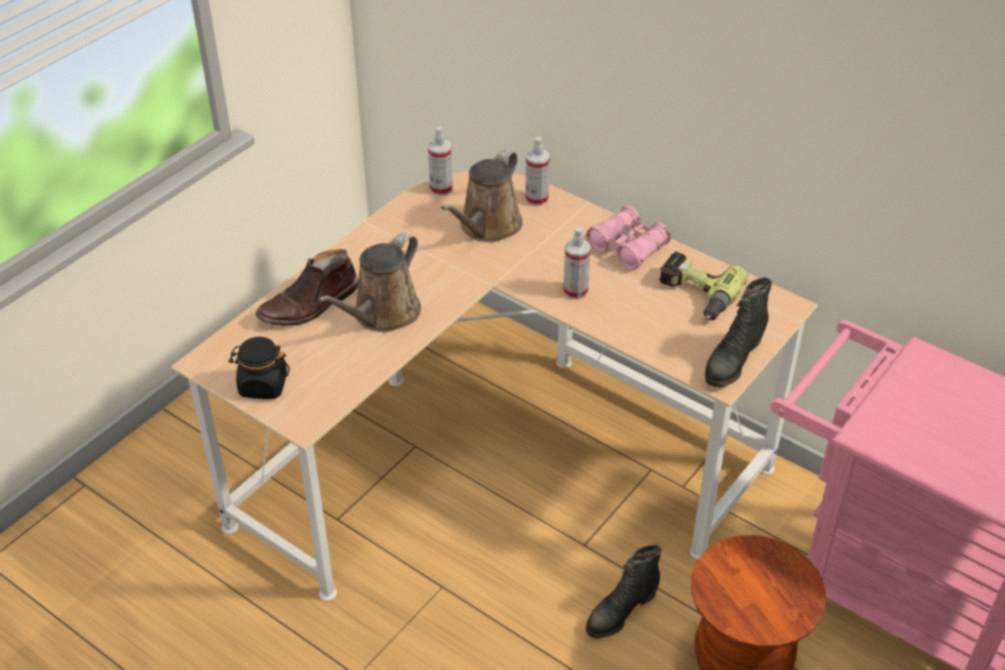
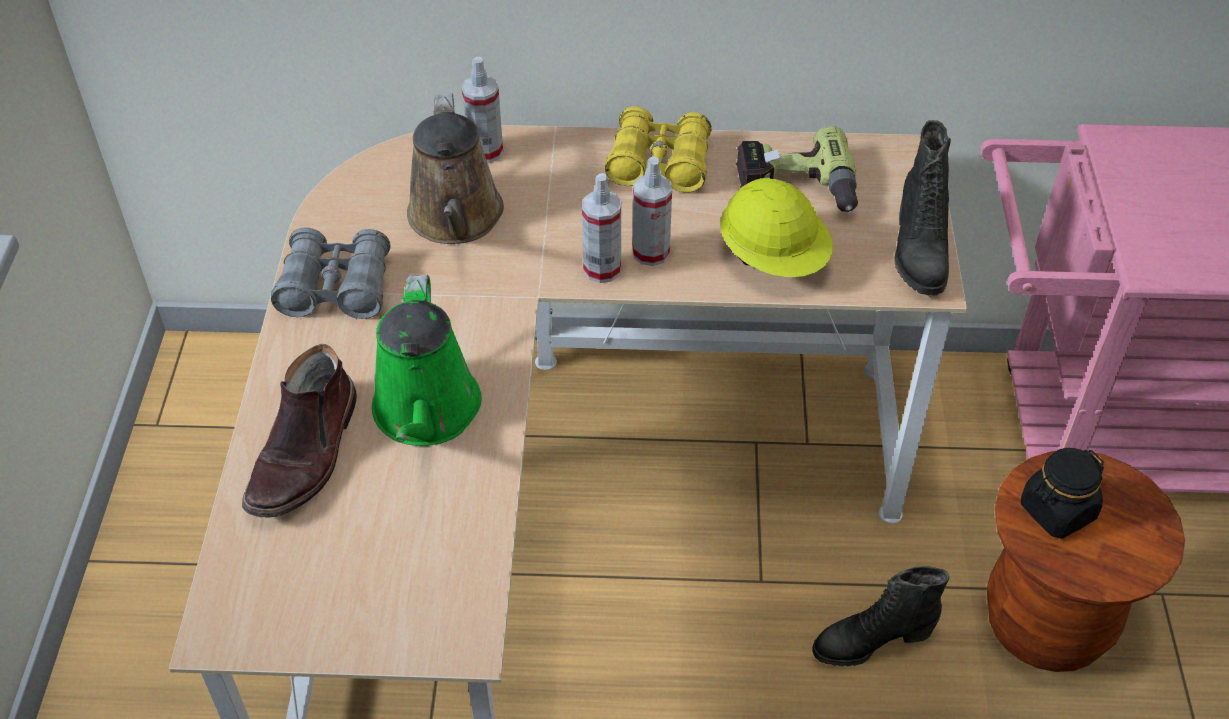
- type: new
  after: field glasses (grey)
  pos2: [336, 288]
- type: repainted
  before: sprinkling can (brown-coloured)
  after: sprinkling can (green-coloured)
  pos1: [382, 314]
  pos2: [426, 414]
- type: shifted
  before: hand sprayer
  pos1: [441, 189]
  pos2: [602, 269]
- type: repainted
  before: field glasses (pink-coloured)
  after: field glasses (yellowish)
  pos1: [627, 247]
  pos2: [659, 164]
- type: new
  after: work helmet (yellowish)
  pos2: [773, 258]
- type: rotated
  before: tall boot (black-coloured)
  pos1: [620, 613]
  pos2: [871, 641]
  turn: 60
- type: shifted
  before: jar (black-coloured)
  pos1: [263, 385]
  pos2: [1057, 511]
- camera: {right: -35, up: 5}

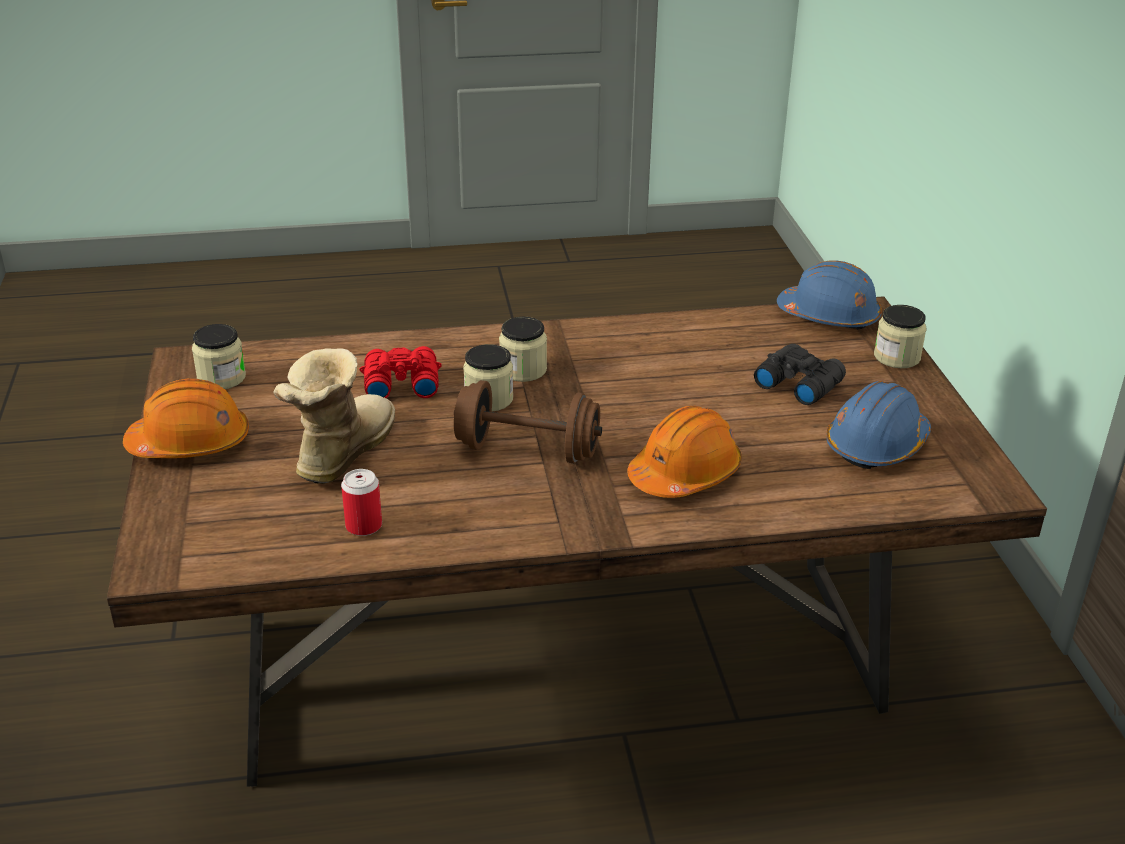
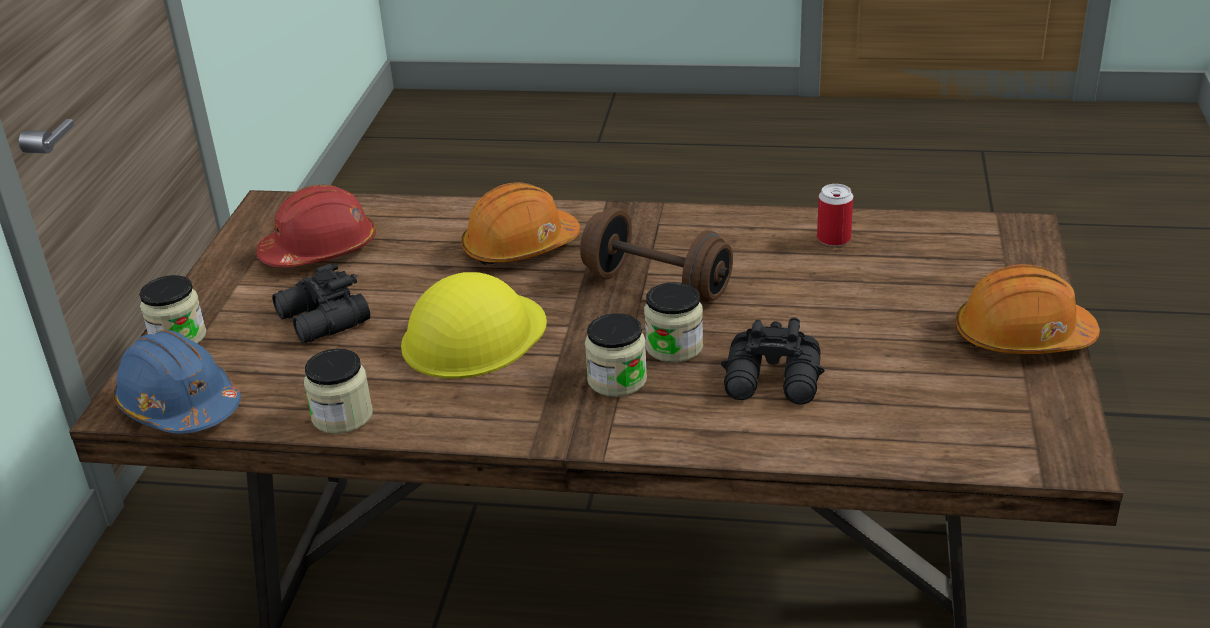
- type: repainted
  before: work helmet (blue)
  after: work helmet (red-coloured)
  pos1: [876, 445]
  pos2: [320, 250]
- type: shifted
  before: jar
  pos1: [221, 378]
  pos2: [342, 416]
- type: new
  after: work helmet (yellowish)
  pos2: [473, 335]
- type: repainted
  before: field glasses (red-coloured)
  after: field glasses (black-coloured)
  pos1: [400, 383]
  pos2: [774, 382]
- type: gone
  before: tall boot
  pos1: [339, 453]
- camera: {right: -160, up: 0}

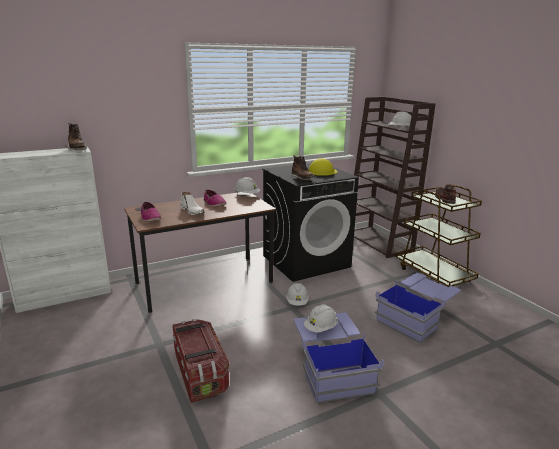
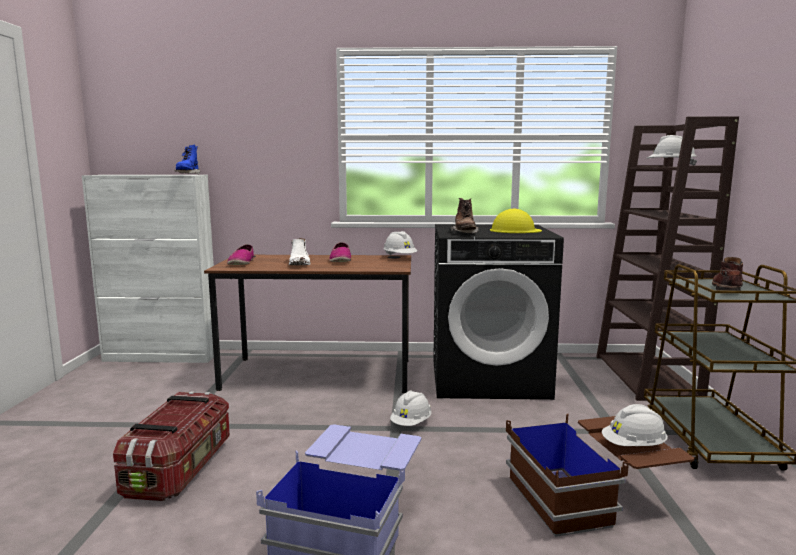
- type: repainted
  before: tall boot (brown-coloured)
  after: tall boot (blue)
  pos1: [77, 149]
  pos2: [188, 174]
- type: repainted
  before: storage box (blue)
  after: storage box (brown-coloured)
  pos1: [416, 318]
  pos2: [592, 498]
- type: shifted
  before: work helmet (whitish)
  pos1: [320, 328]
  pos2: [633, 447]
- camera: {right: 30, up: -10}

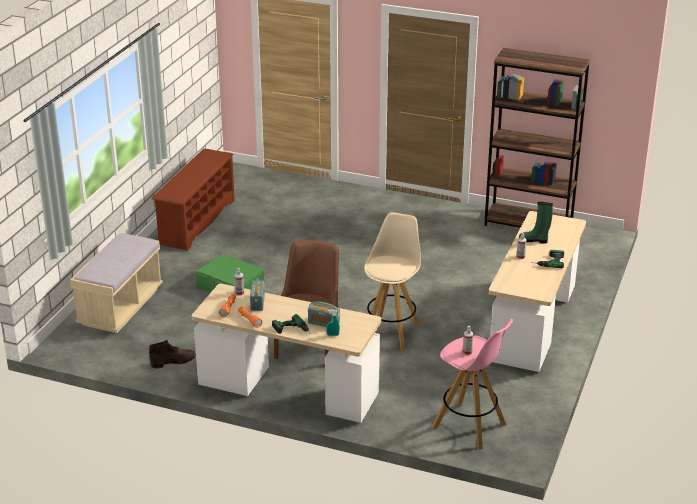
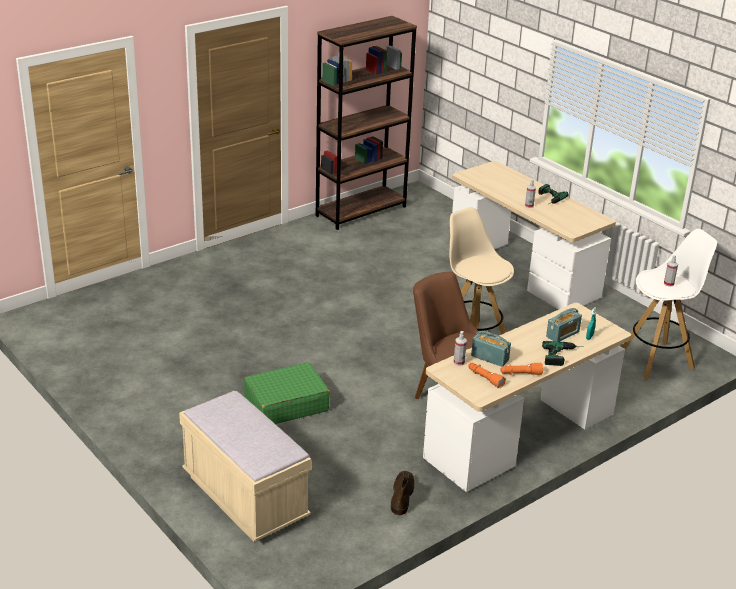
- type: repainted
  before: stool seat (pink-coloured)
  after: stool seat (whitish)
  pos1: [470, 426]
  pos2: [656, 360]
- type: gone
  before: shoe rack (brown-coloured)
  pos1: [196, 222]
- type: gone
  before: tall boot (green-coloured)
  pos1: [534, 240]
- camera: {right: -60, up: 0}

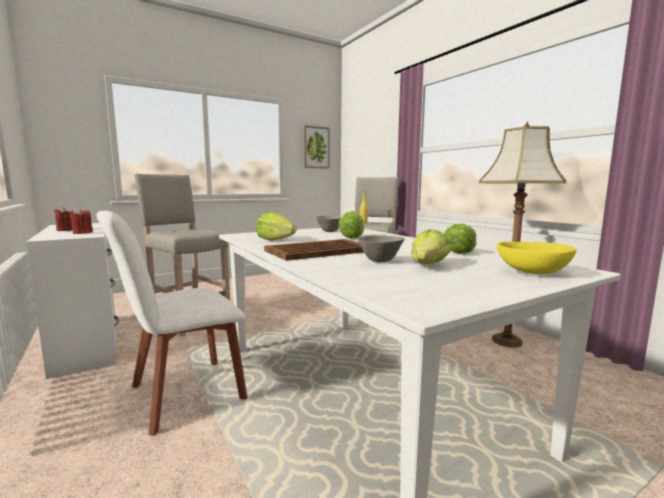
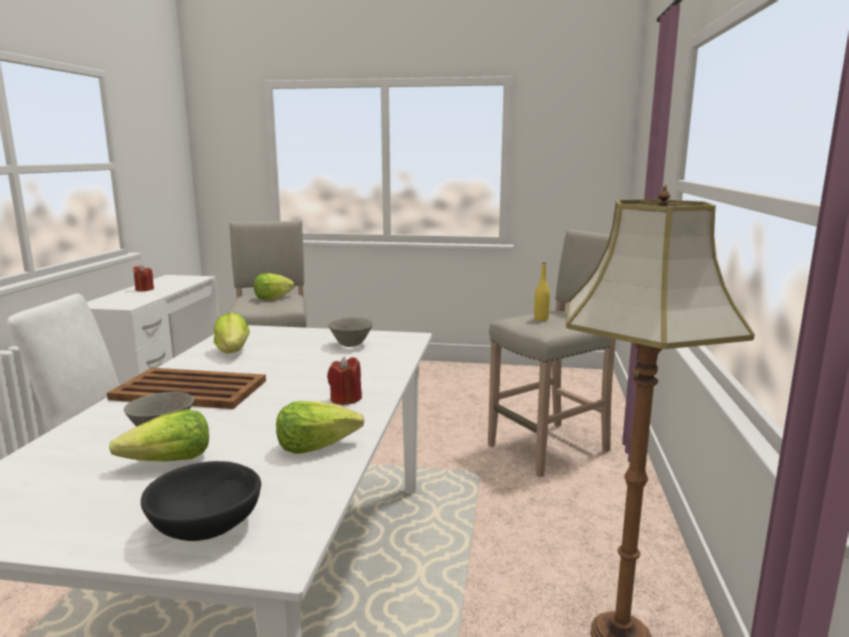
- type: repainted
  before: bowl (yellowish)
  after: bowl (black-coloured)
  pos1: [531, 272]
  pos2: [207, 526]
- type: shifted
  before: lettuce head
  pos1: [352, 237]
  pos2: [272, 298]
- type: shifted
  before: candle (red-coloured)
  pos1: [82, 233]
  pos2: [345, 399]
- type: gone
  before: wall picture
  pos1: [316, 147]
- camera: {right: 40, up: 5}

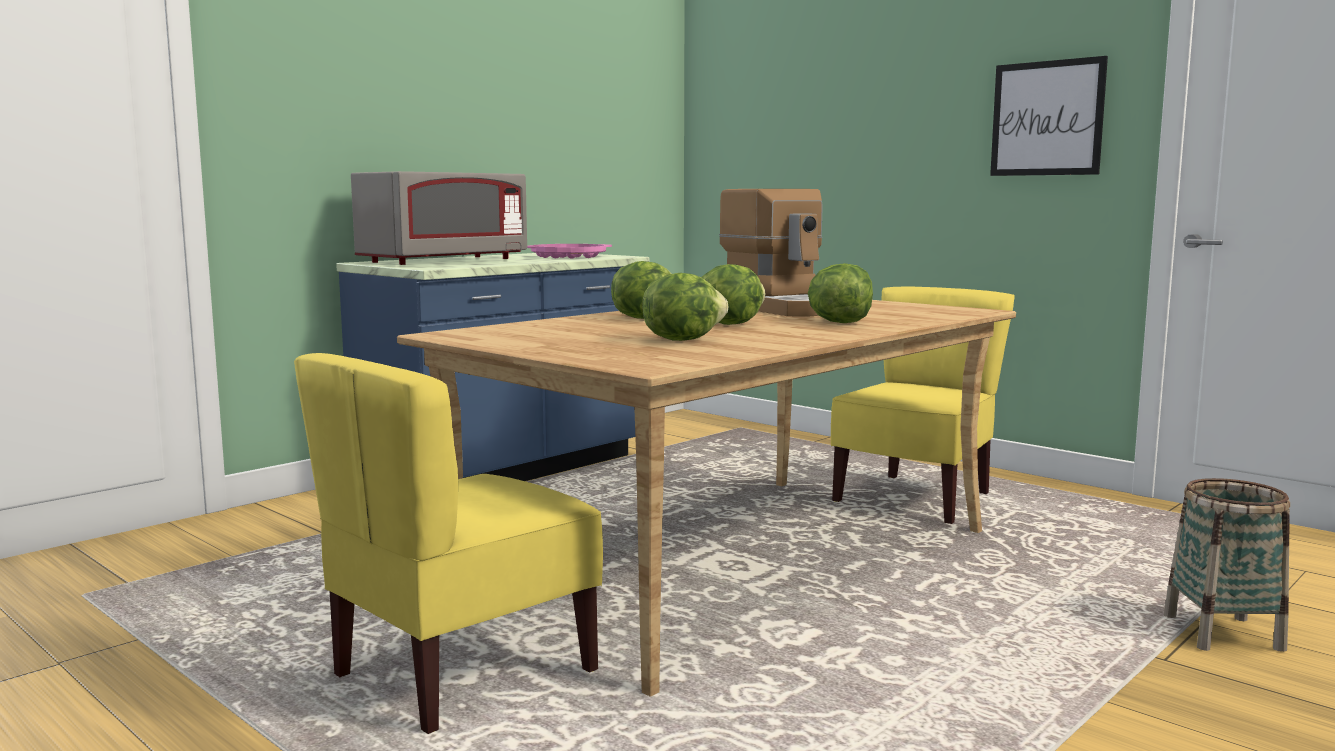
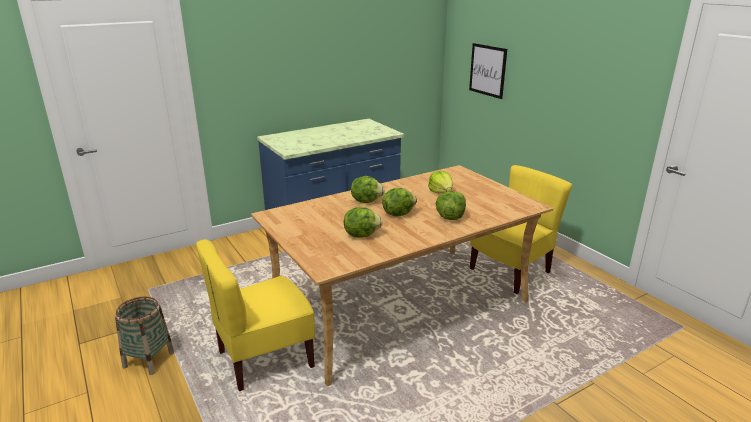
- type: shifted
  before: storage basket
  pos1: [1222, 633]
  pos2: [149, 359]
- type: swapped
  before: coffee machine
  after: lettuce head
  pos1: [785, 308]
  pos2: [441, 192]
- type: shifted
  before: wall picture
  pos1: [1047, 118]
  pos2: [487, 70]
- type: gone
  before: microwave (grey)
  pos1: [443, 261]
- type: gone
  before: tray (pink-coloured)
  pos1: [568, 257]
- camera: {right: 15, up: 15}

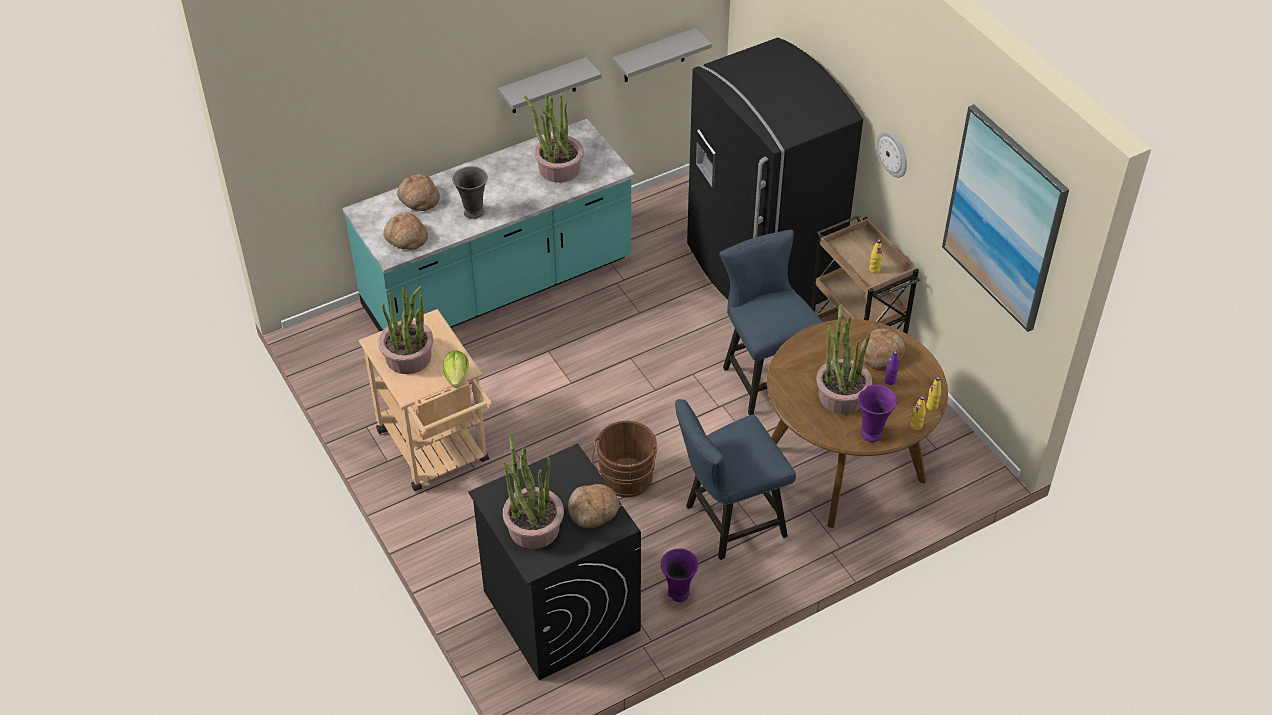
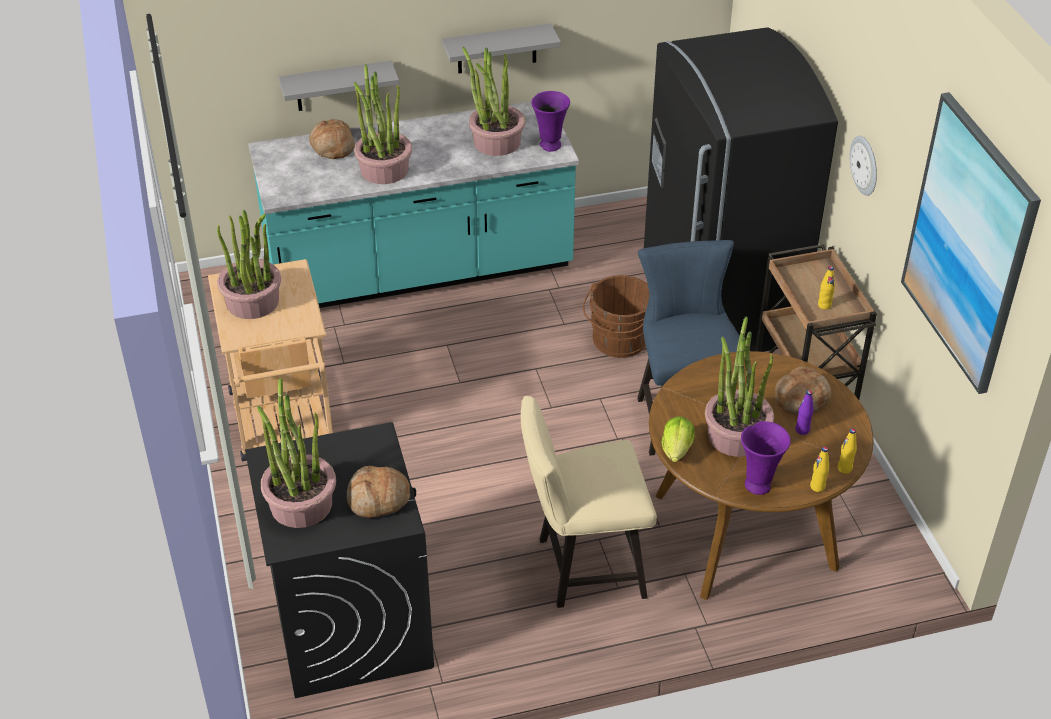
- type: shifted
  before: shelf (grey)
  pos1: [654, 56]
  pos2: [337, 86]
- type: swapped
  before: vase (grey)
  after: plant in a pot
  pos1: [473, 212]
  pos2: [384, 169]
- type: repainted
  before: plain chair (blue)
  after: plain chair (sand-coloured)
  pos1: [728, 522]
  pos2: [582, 568]
- type: shifted
  before: vase (purple-coloured)
  pos1: [678, 594]
  pos2: [550, 146]
- type: shifted
  before: pail (brown-coloured)
  pos1: [625, 481]
  pos2: [618, 342]
- type: shifted
  before: lettuce head
  pos1: [457, 376]
  pos2: [677, 449]
- type: gone
  before: baked bread
  pos1: [406, 238]
- camera: {right: 15, up: -5}

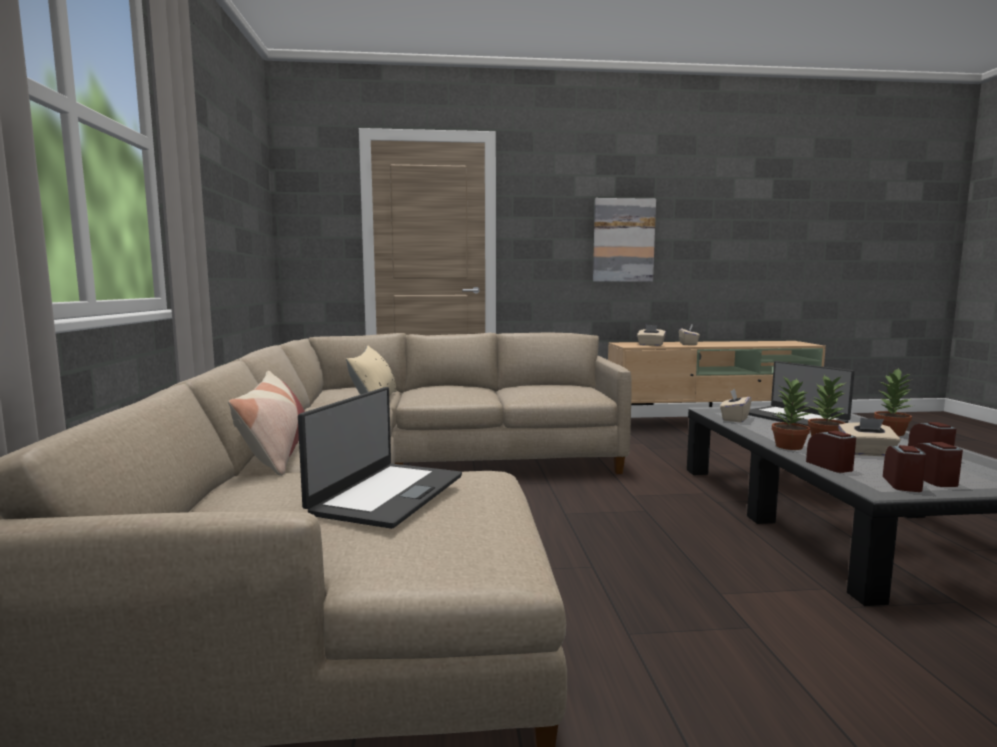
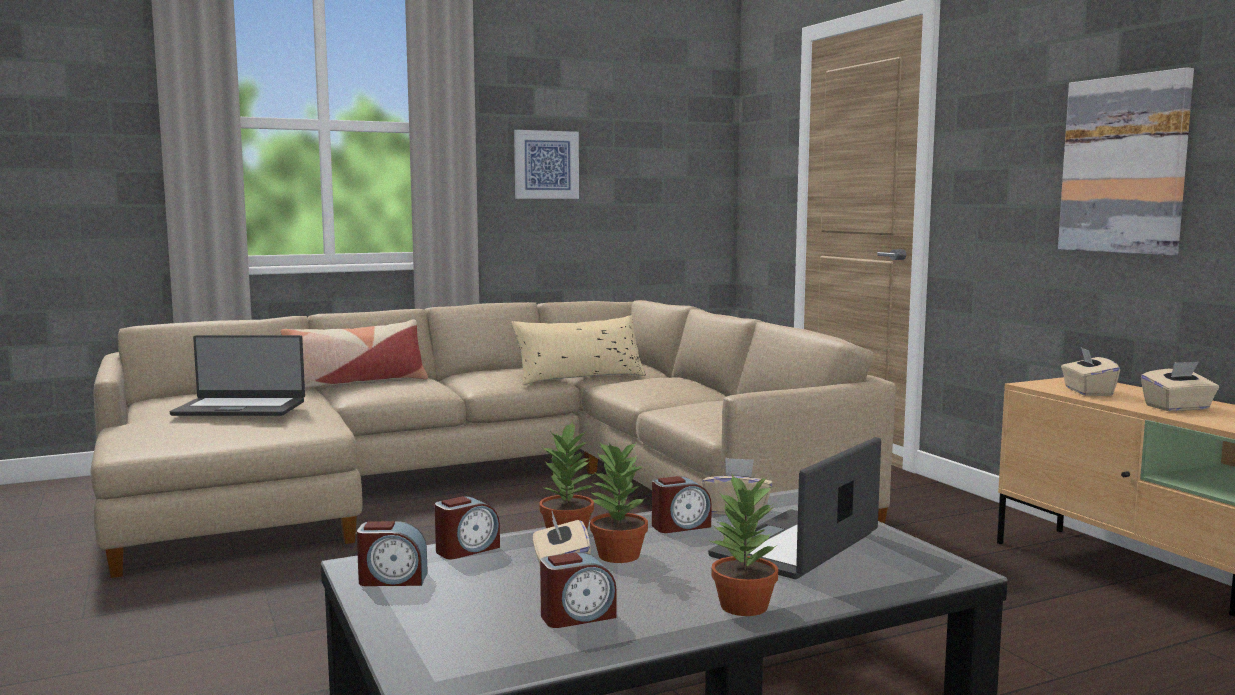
- type: new
  after: wall picture
  pos2: [546, 165]
- type: shifted
  before: alarm clock
  pos1: [933, 480]
  pos2: [680, 526]
- camera: {right: 70, up: 0}

